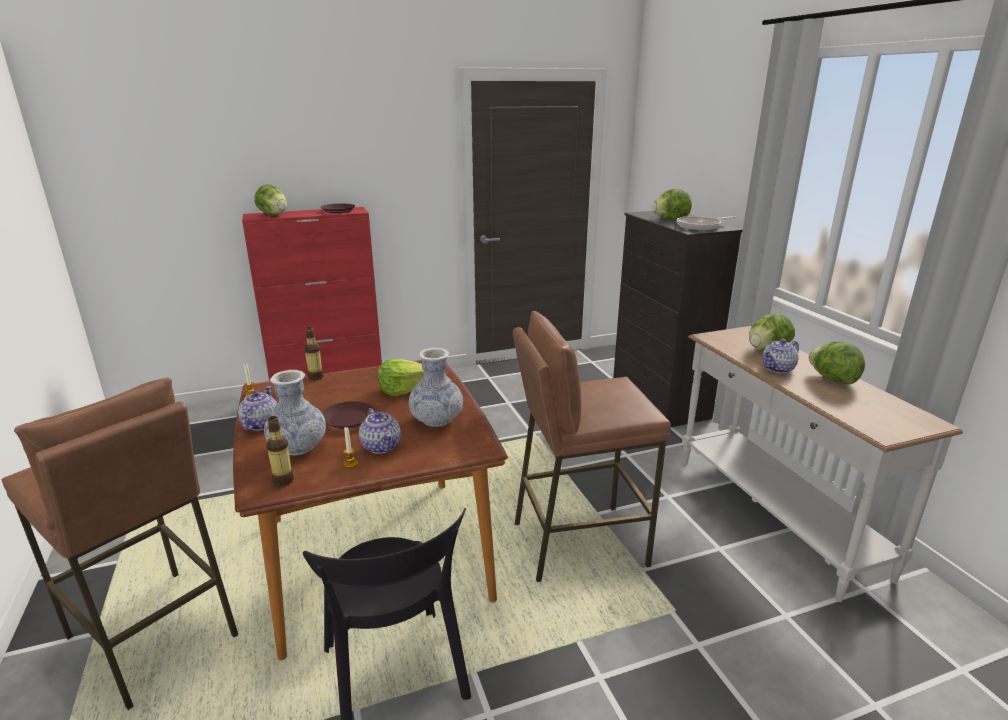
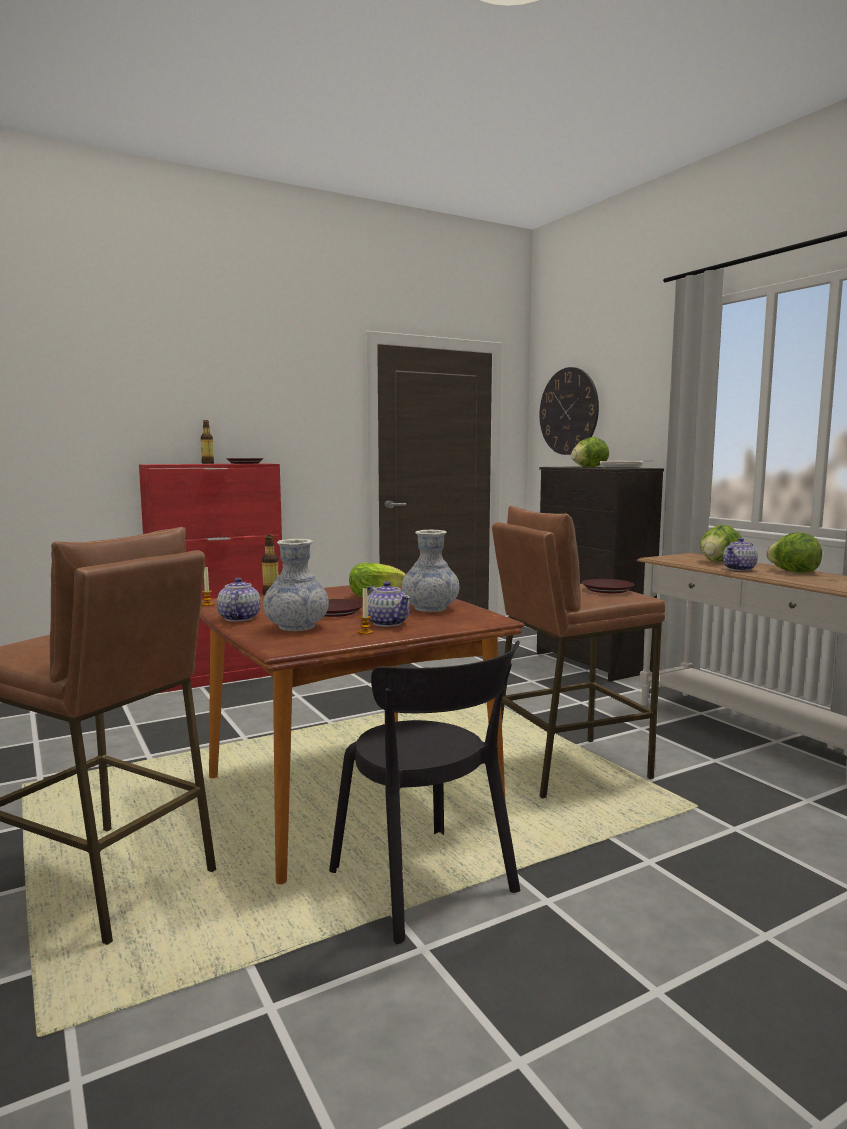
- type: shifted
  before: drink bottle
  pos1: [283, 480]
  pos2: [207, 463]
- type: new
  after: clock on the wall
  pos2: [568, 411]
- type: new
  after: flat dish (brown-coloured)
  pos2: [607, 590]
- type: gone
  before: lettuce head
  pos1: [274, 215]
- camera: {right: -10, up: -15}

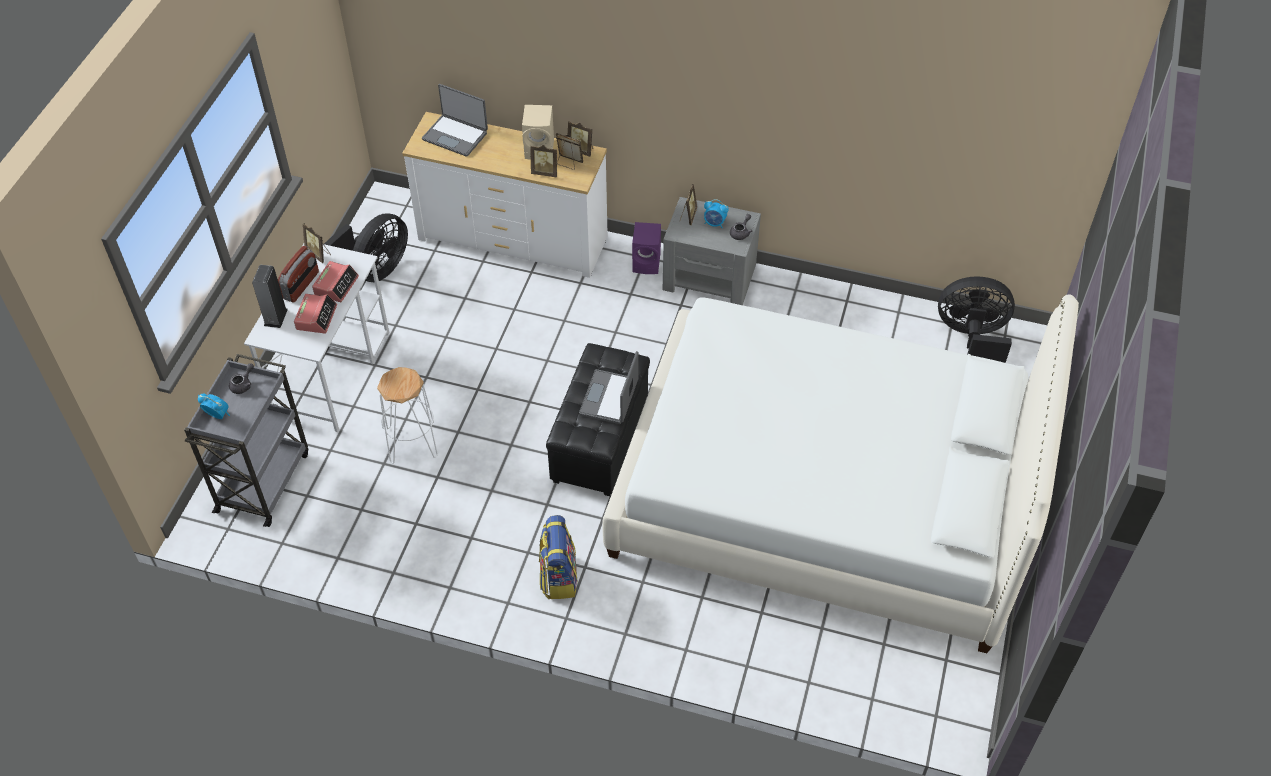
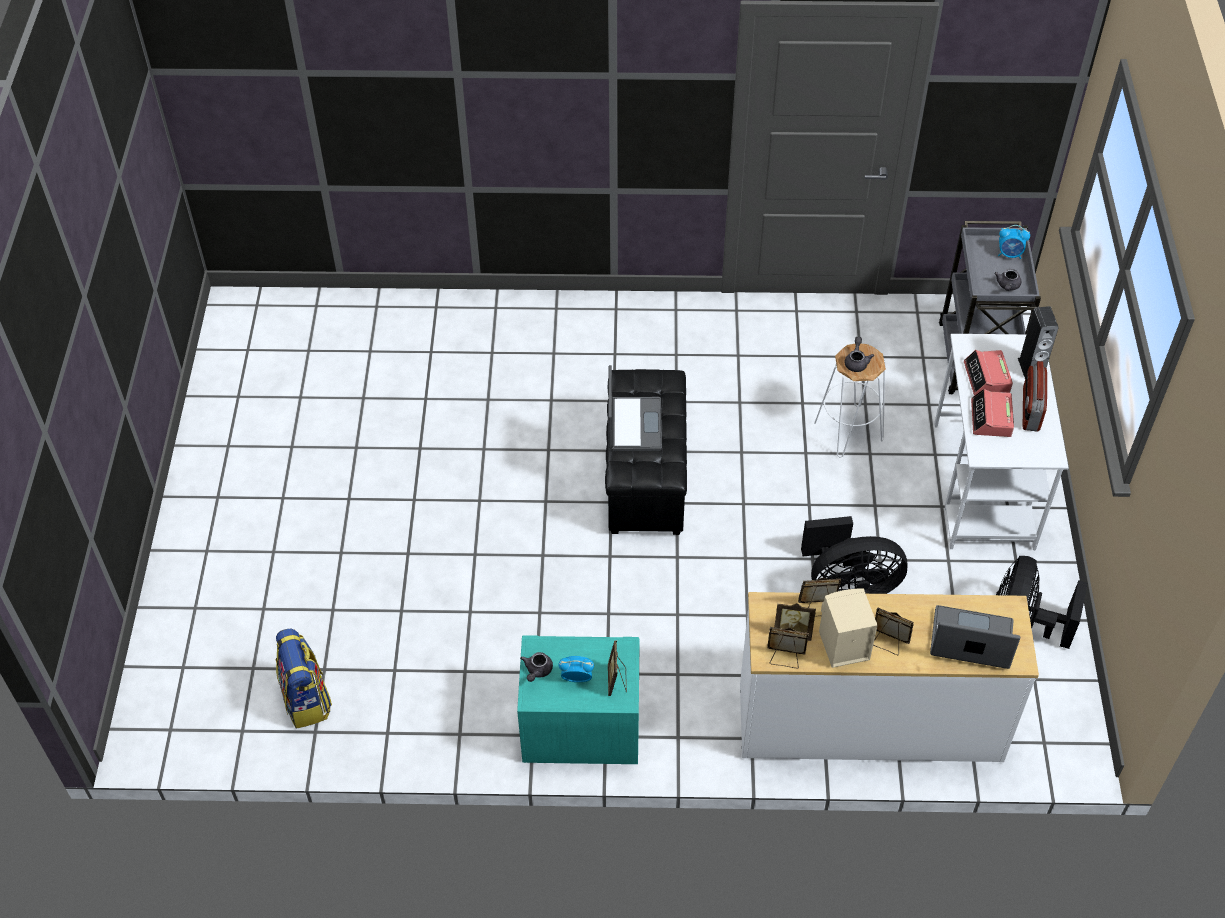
- type: shifted
  before: knapsack
  pos1: [558, 576]
  pos2: [307, 700]
- type: repainted
  before: bedside table (grey)
  after: bedside table (turquoise)
  pos1: [710, 277]
  pos2: [580, 725]
- type: shifted
  before: fan (black-coloured)
  pos1: [972, 337]
  pos2: [848, 586]
- type: new
  after: pot for tea (grey)
  pos2: [856, 361]
- type: shifted
  before: picture frame
  pos1: [319, 254]
  pos2: [888, 643]
- type: gone
  before: sleeping bed (whitish)
  pos1: [824, 495]
- type: gone
  before: loudspeaker (purple-coloured)
  pos1: [647, 263]
- camera: {right: 165, up: 0}

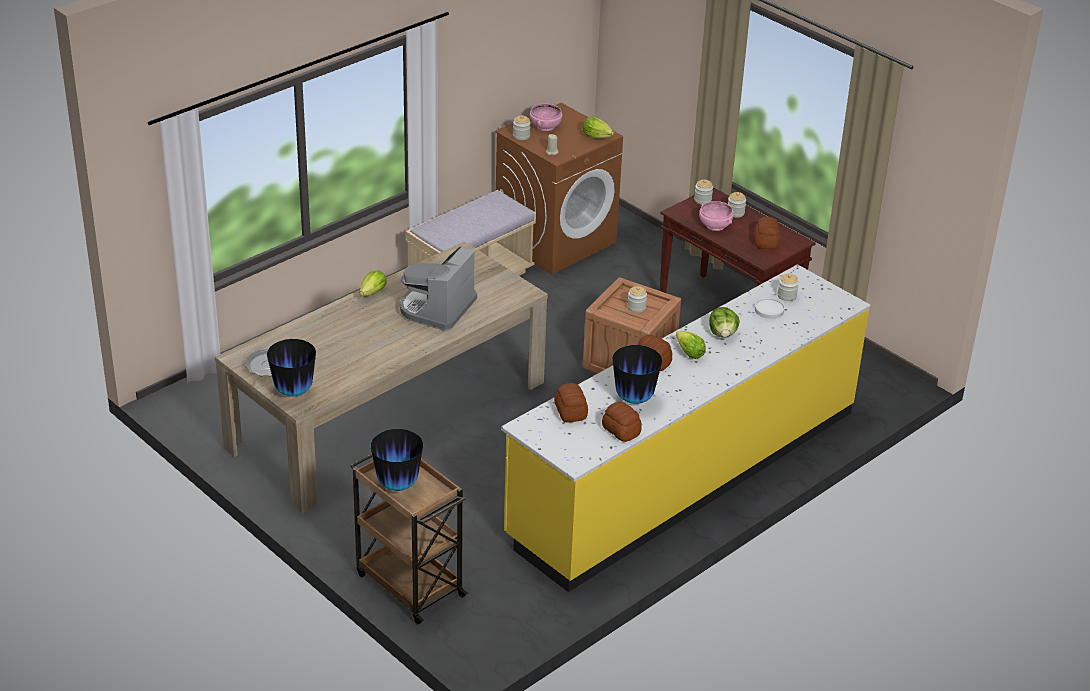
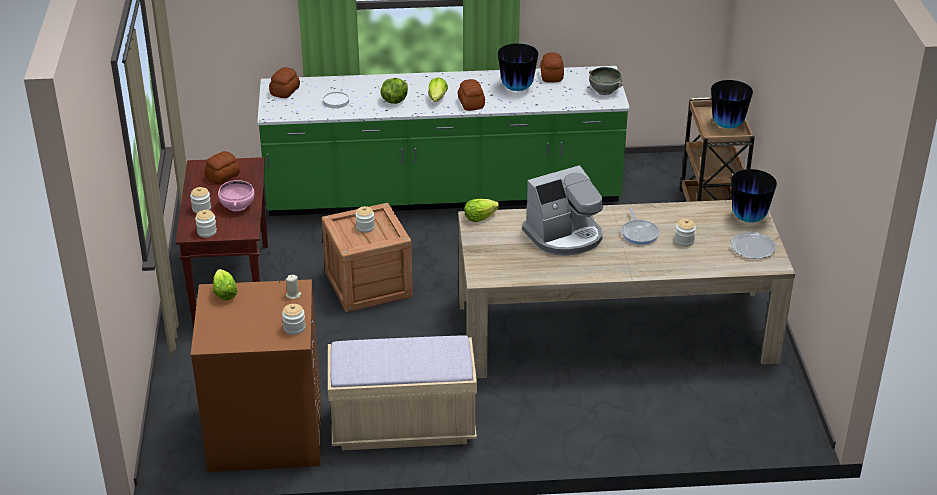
- type: repainted
  before: kitchen base unit (yellowish)
  after: kitchen base unit (green-coloured)
  pos1: [684, 473]
  pos2: [443, 195]
- type: shifted
  before: baked bread
  pos1: [570, 412]
  pos2: [285, 91]
- type: shifted
  before: lettuce head
  pos1: [373, 293]
  pos2: [479, 218]
- type: new
  after: bowl (grey)
  pos2: [604, 90]
- type: new
  after: skillet
  pos2: [639, 233]
- type: shifted
  before: jar
  pos1: [787, 296]
  pos2: [684, 241]
- type: gone
  before: bowl (pink-coloured)
  pos1: [545, 126]
- camera: {right: -140, up: 0}

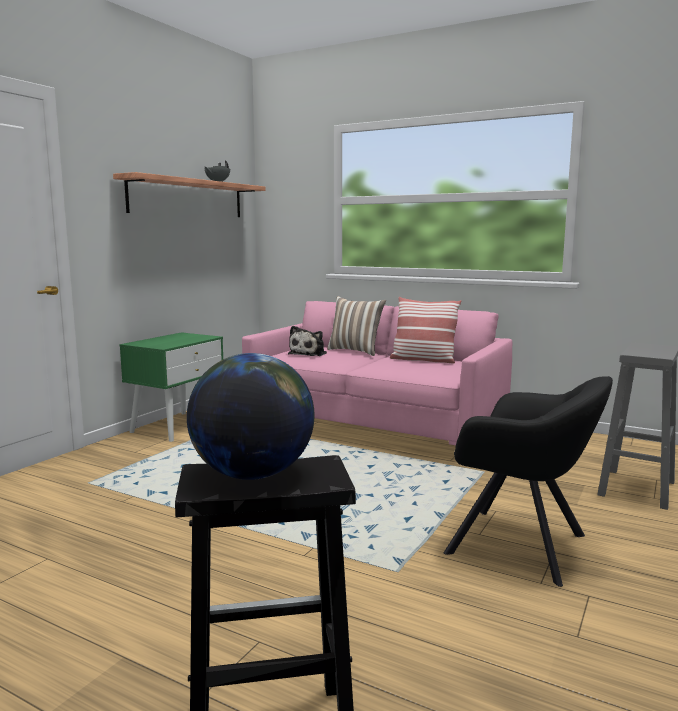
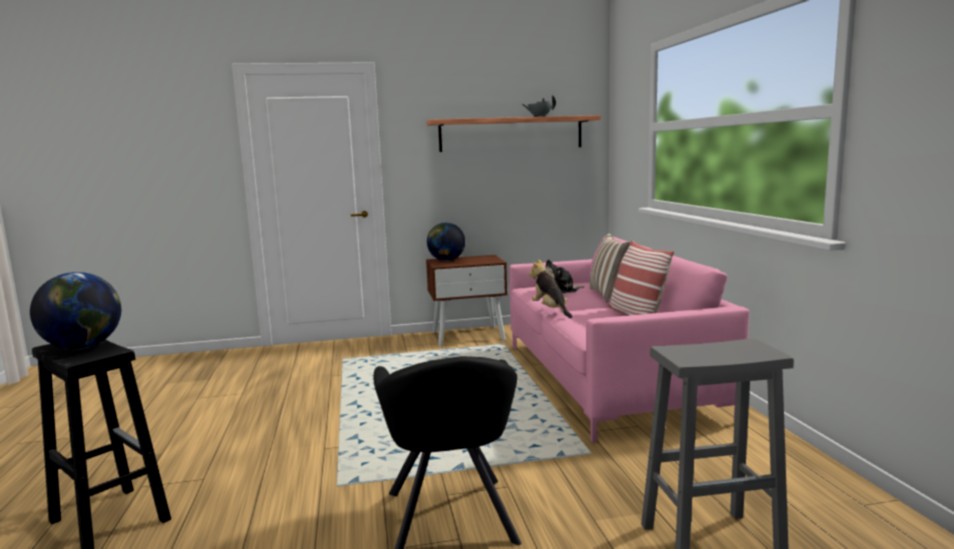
- type: repainted
  before: bedside table (green-coloured)
  after: bedside table (brown-coloured)
  pos1: [178, 426]
  pos2: [468, 335]
- type: new
  after: globe
  pos2: [446, 260]
- type: new
  after: plush toy
  pos2: [550, 310]
- camera: {right: 50, up: 0}

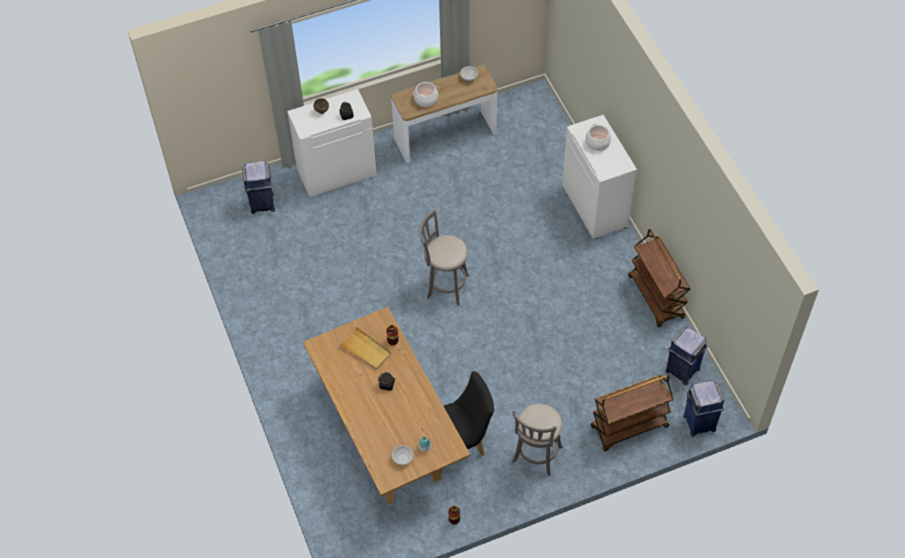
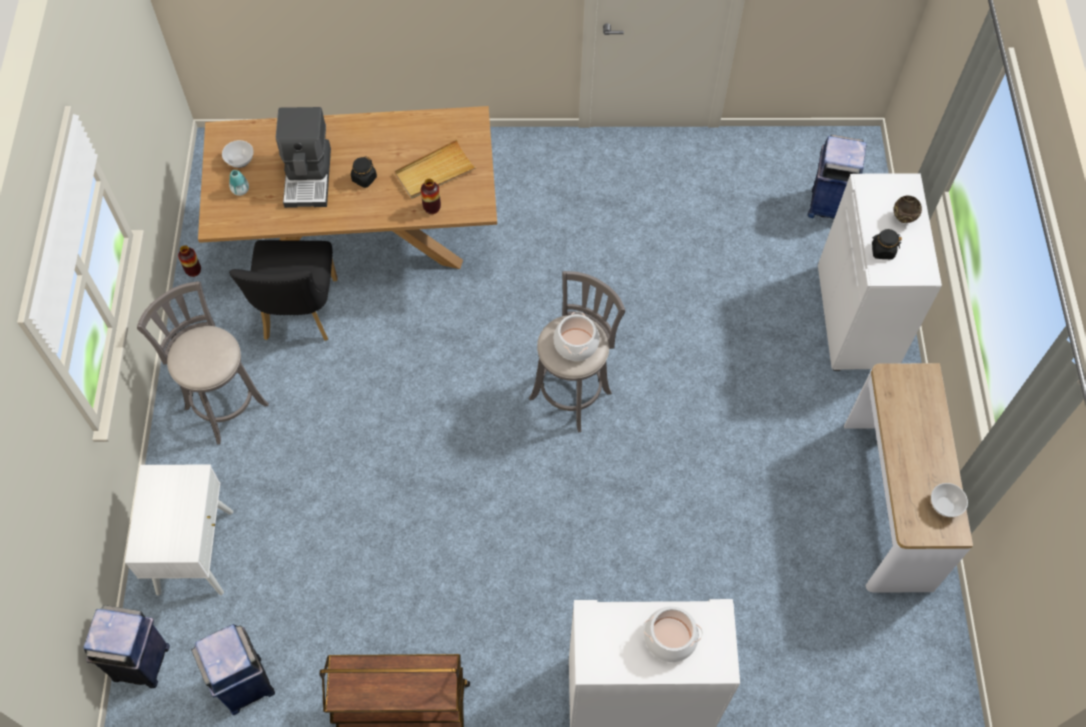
- type: swapped
  before: trolley (brown-coloured)
  after: bedside table (whitish)
  pos1: [629, 427]
  pos2: [194, 551]
- type: new
  after: coffee machine
  pos2: [309, 177]
- type: shifted
  before: saucepot
  pos1: [426, 99]
  pos2: [575, 344]
- camera: {right: 110, up: 5}

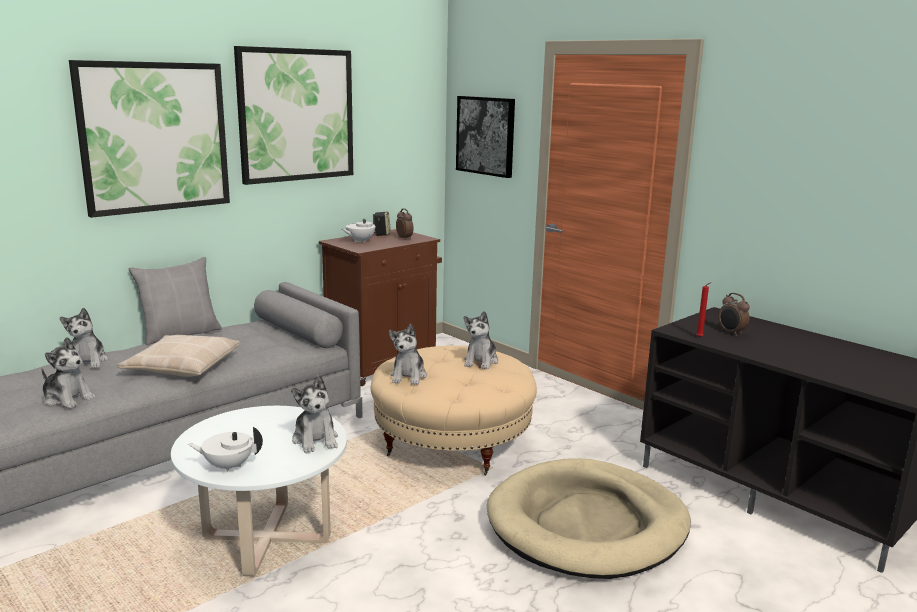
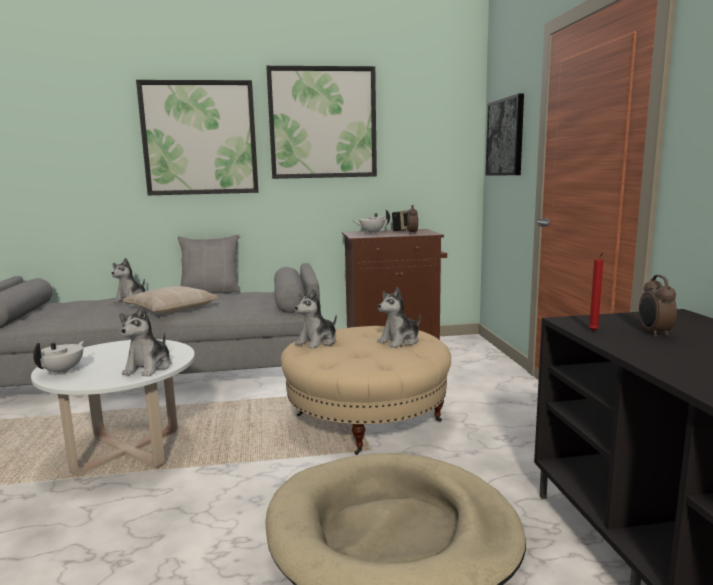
- type: rotated
  before: pot for tea (whitish)
  pos1: [228, 466]
  pos2: [63, 371]
  turn: 75
- type: gone
  before: plush toy
  pos1: [67, 399]
- camera: {right: 35, up: -5}

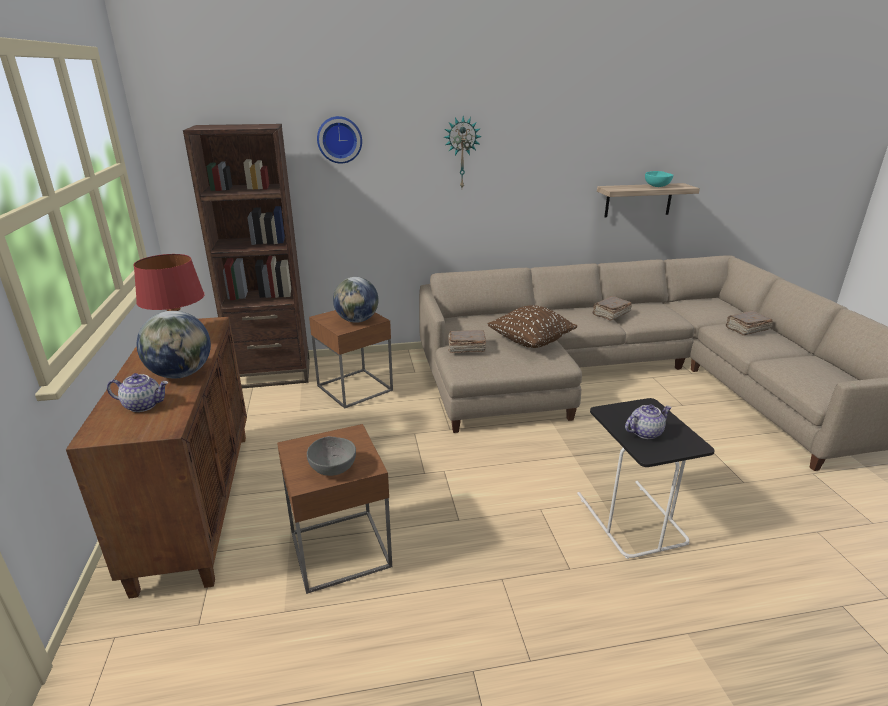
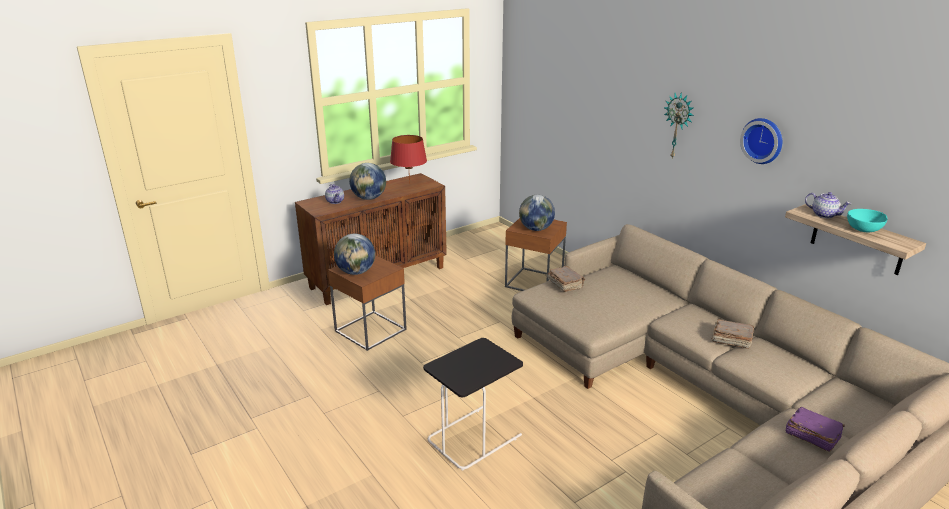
- type: swapped
  before: bowl (grey)
  after: globe
  pos1: [333, 468]
  pos2: [356, 272]
- type: shifted
  before: clock on the wall
  pos1: [339, 139]
  pos2: [763, 140]
- type: repainted
  before: bound book (brown-coloured)
  after: bound book (purple-coloured)
  pos1: [746, 329]
  pos2: [811, 436]
- type: shifted
  before: pot for tea
  pos1: [645, 432]
  pos2: [824, 215]
- type: gone
  before: bookcase (brown-coloured)
  pos1: [272, 374]
- type: gone
  before: cushion (brown-coloured)
  pos1: [530, 342]
- camera: {right: 65, up: 0}

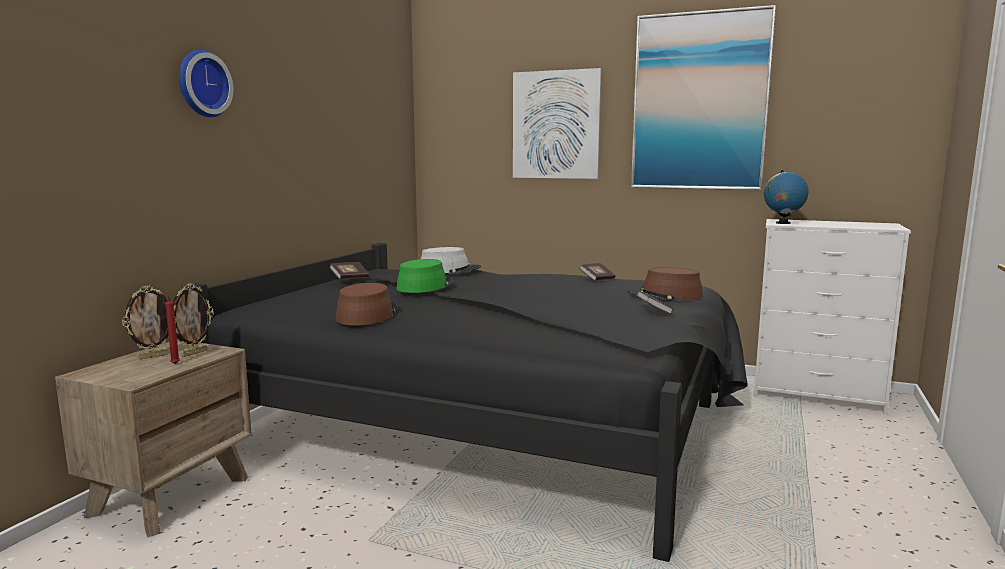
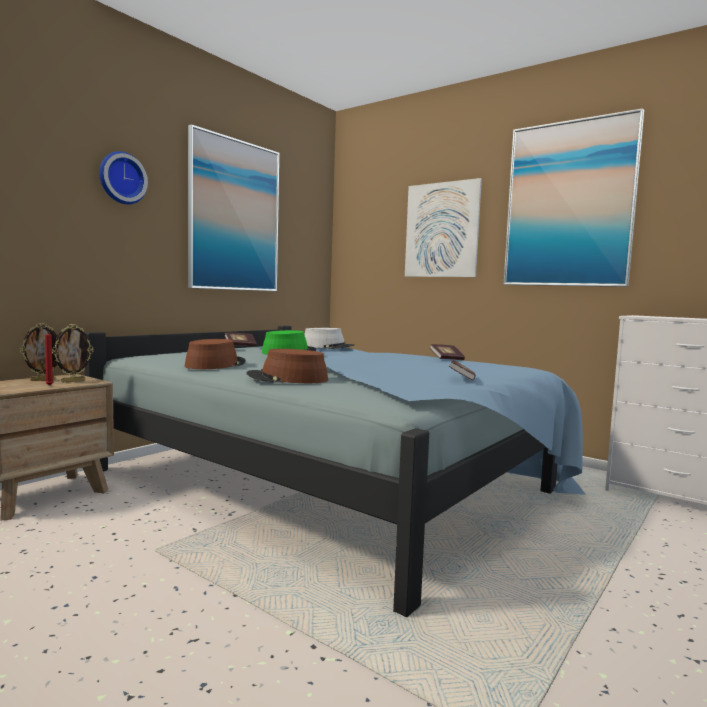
- type: repainted
  before: sleeping bed (black-coloured)
  after: sleeping bed (blue)
  pos1: [495, 423]
  pos2: [337, 480]
- type: new
  after: wall picture
  pos2: [234, 216]
- type: shifted
  before: hat (brown-coloured)
  pos1: [665, 296]
  pos2: [287, 379]
- type: gone
  before: globe
  pos1: [783, 223]
- camera: {right: 15, up: -5}

